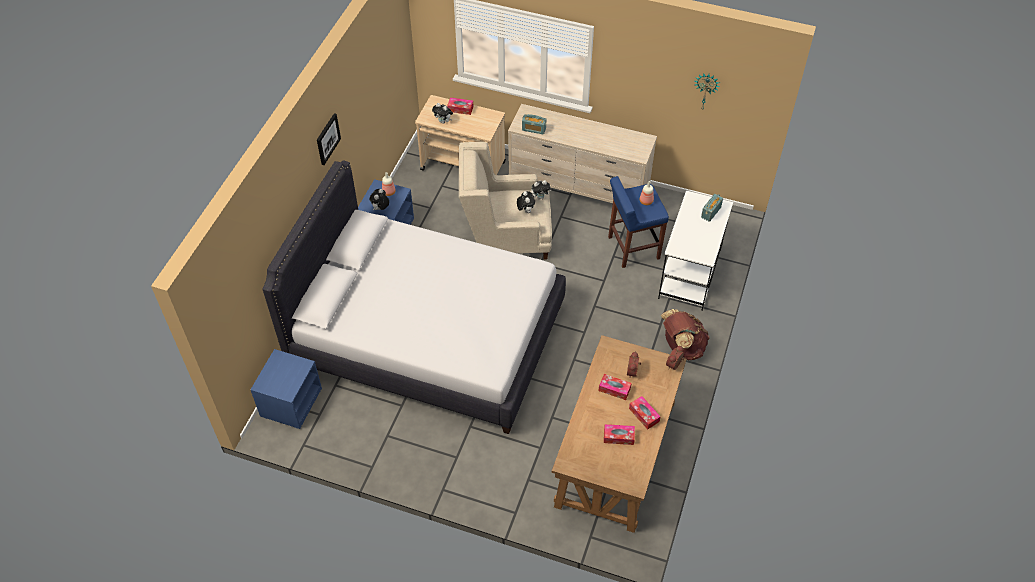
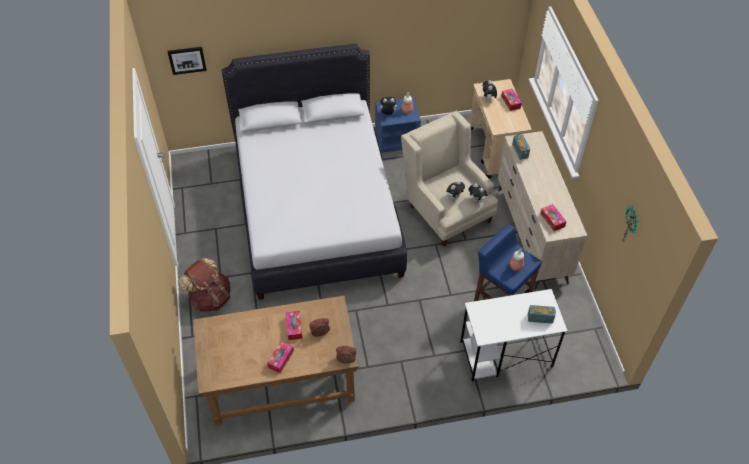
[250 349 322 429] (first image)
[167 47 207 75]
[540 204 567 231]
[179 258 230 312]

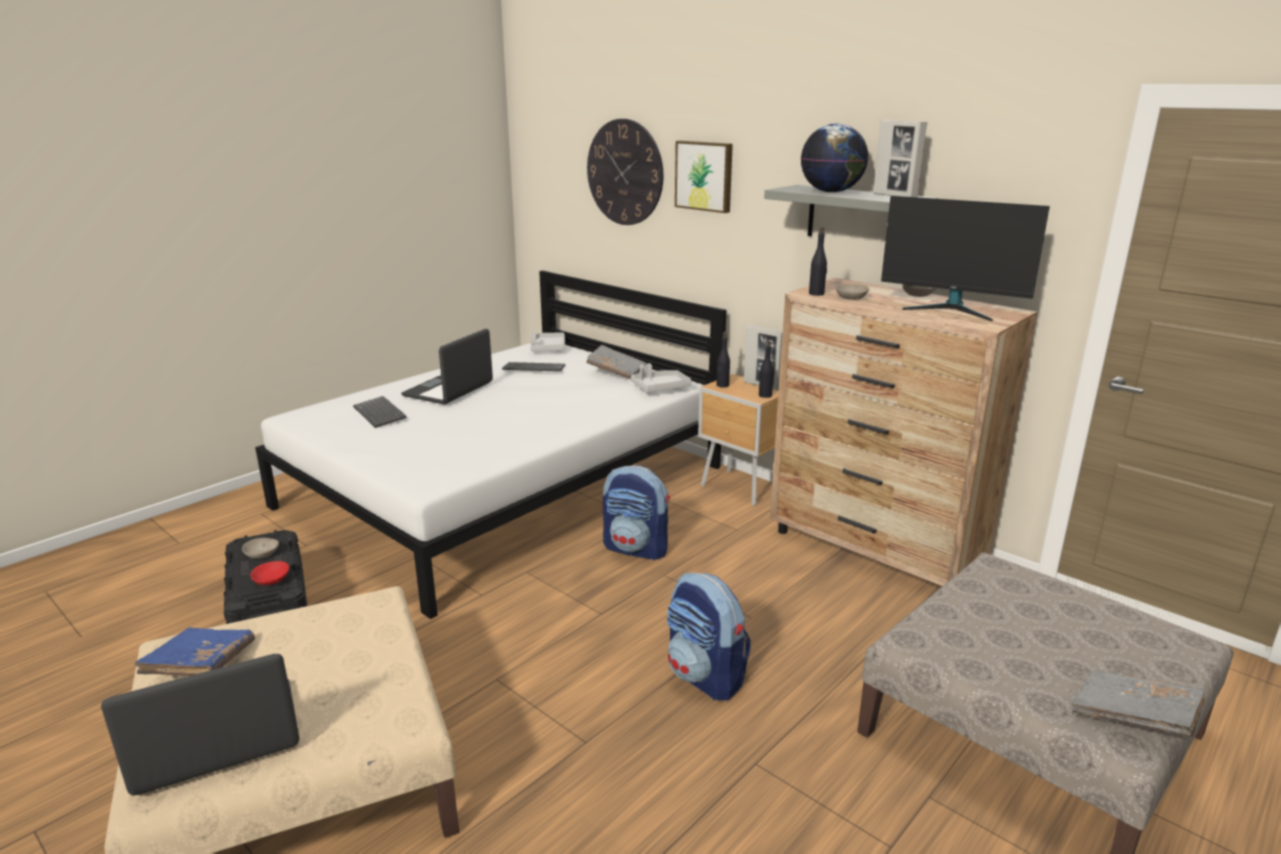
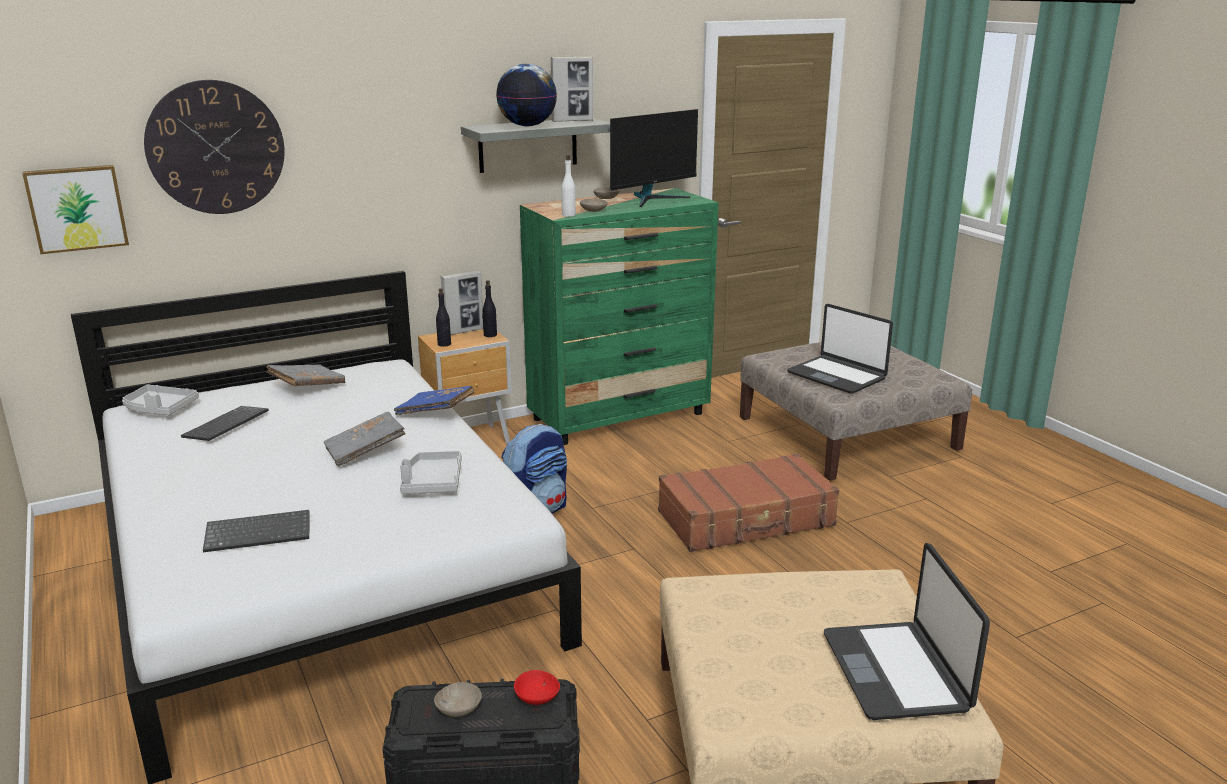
[394 386 475 415]
[787 304 893 394]
[400 451 462 494]
[22 165 129 254]
[324 412 405 467]
[658 453 839 552]
[520 188 719 445]
[562 155 576 217]

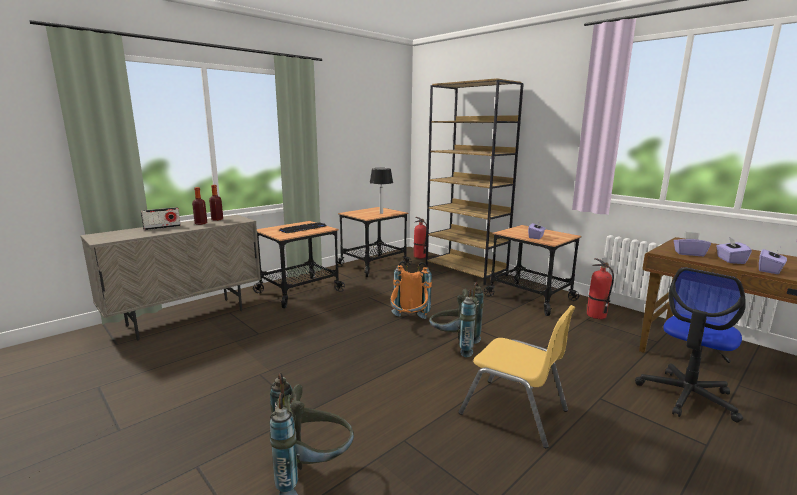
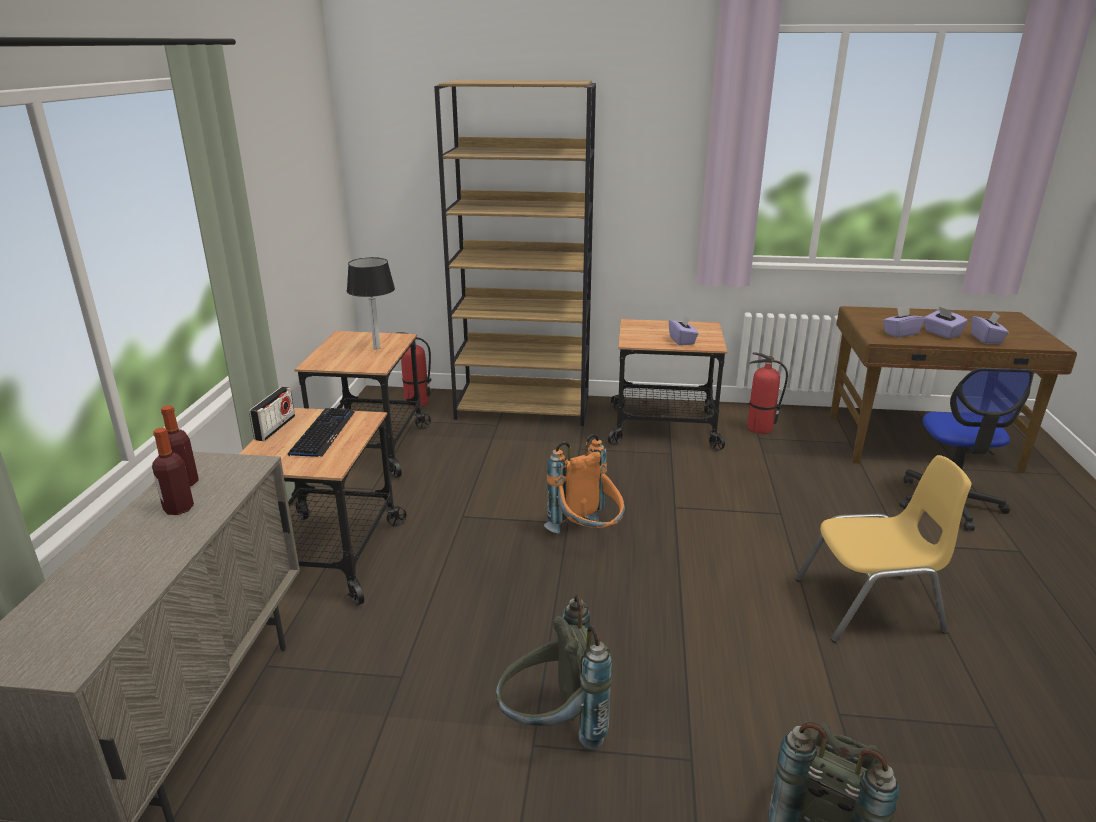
[249 387 295 441]
[496 594 613 749]

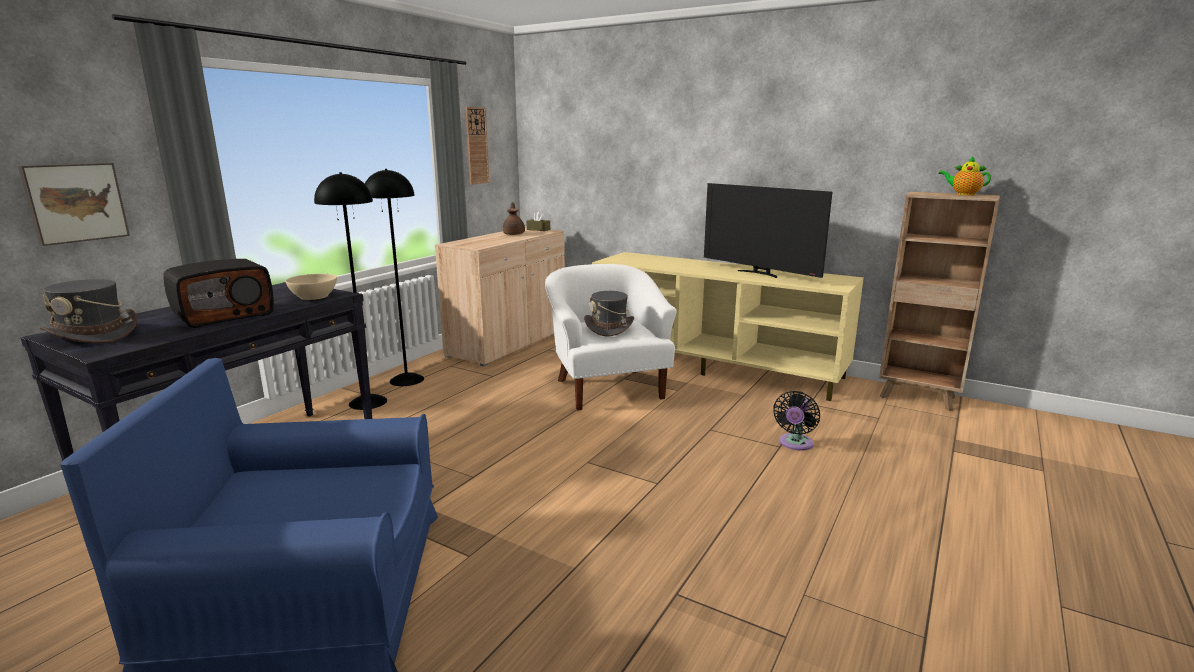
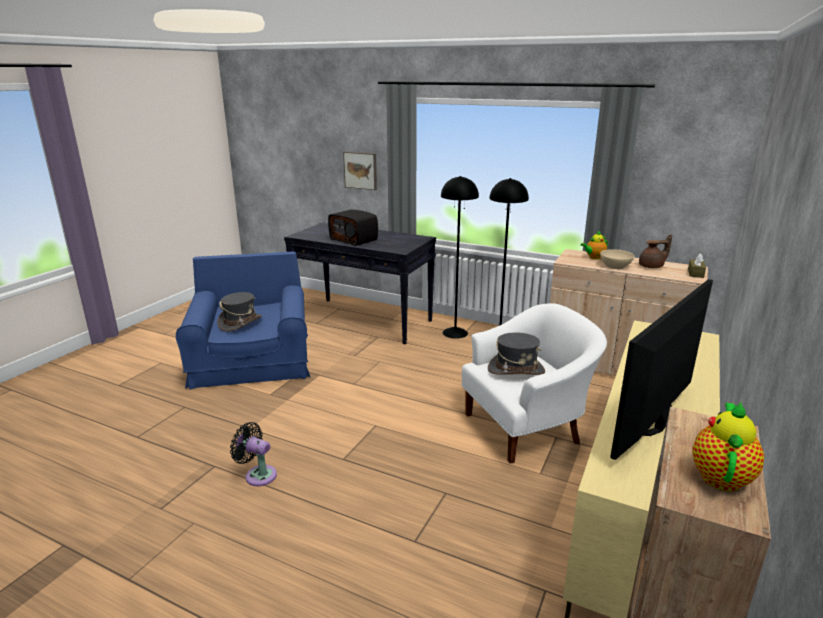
[465 107 489 185] (first image)
[581 230 608 259]
[217 292 262 332]
[600 249 634 269]
[230 422 277 486]

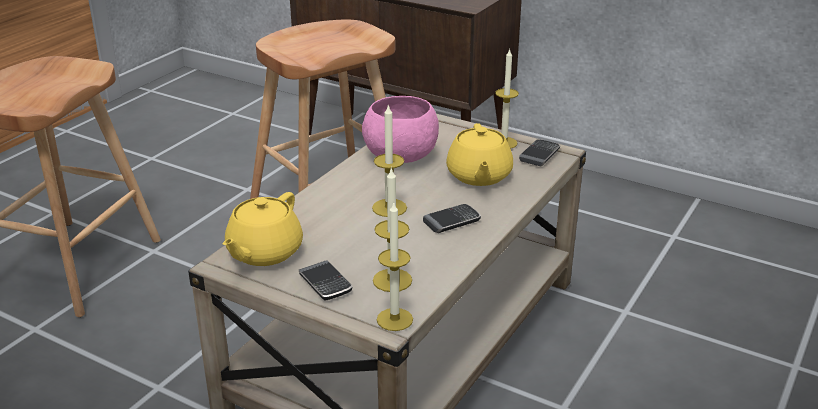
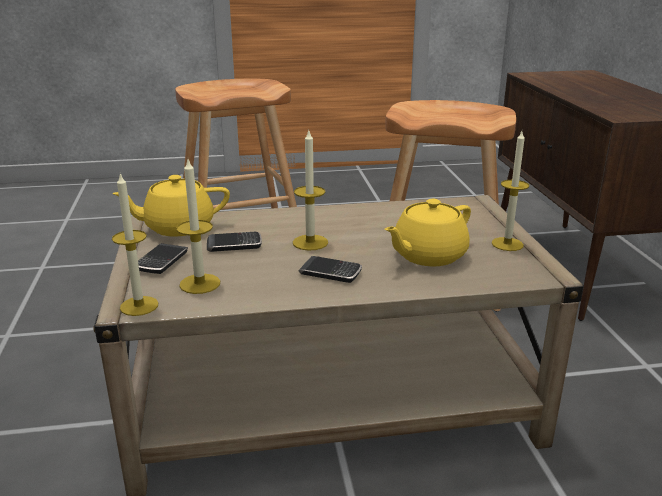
[362 96 439 163] (first image)
[207 232 262 252]

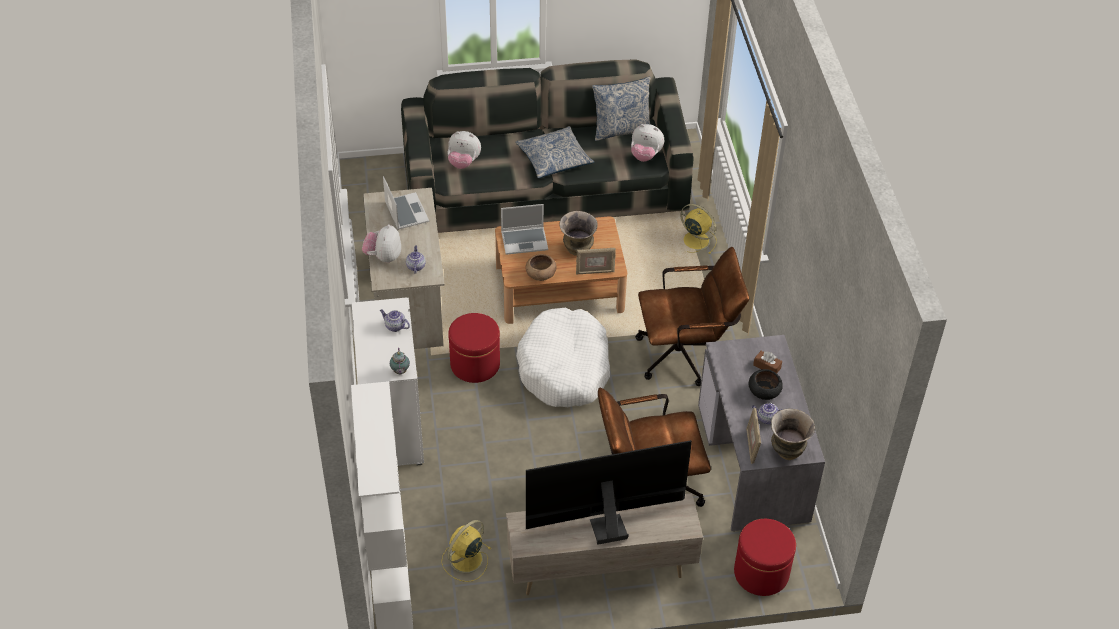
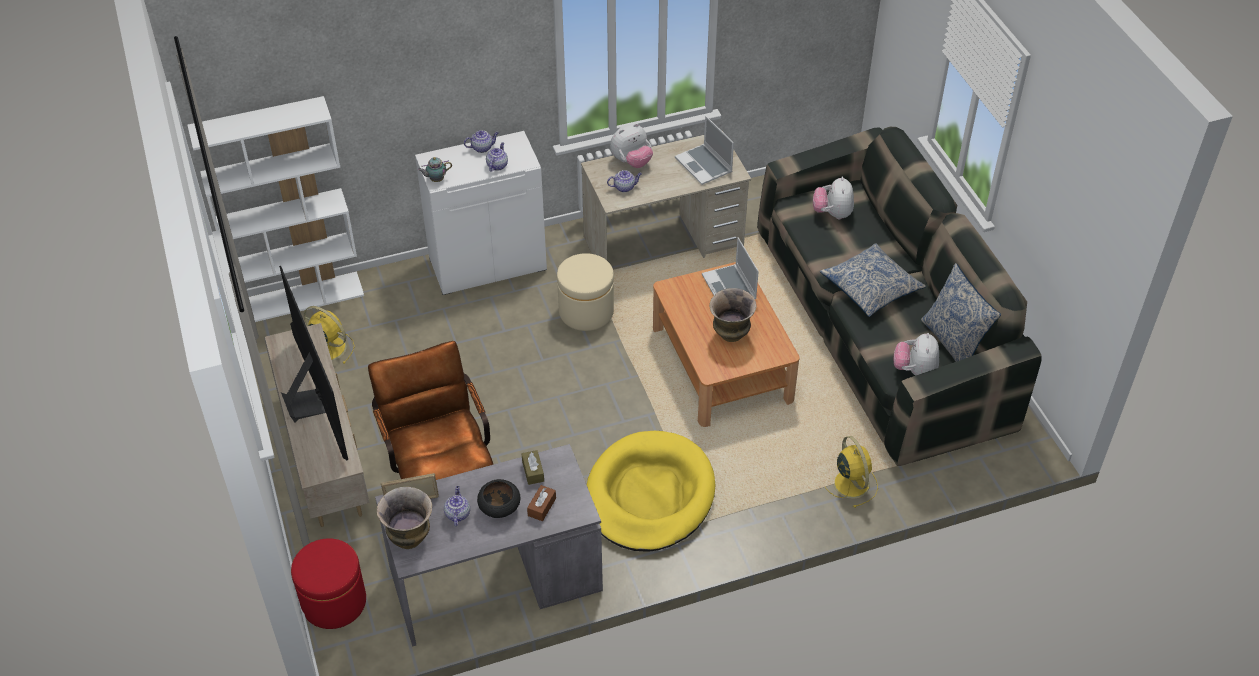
[516 308 610 407] (first image)
[526 254 557 281] (first image)
[576 248 616 275] (first image)
[464 130 499 153]
[522 450 544 485]
[587 431 715 552]
[557 253 614 331]
[610 123 653 168]
[675 116 734 185]
[825 436 878 508]

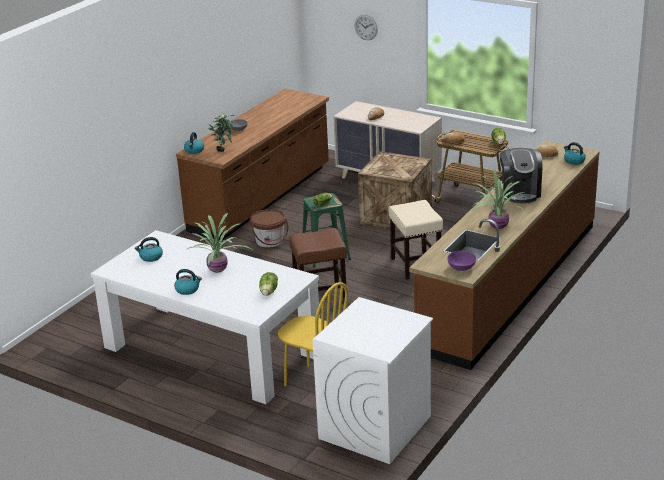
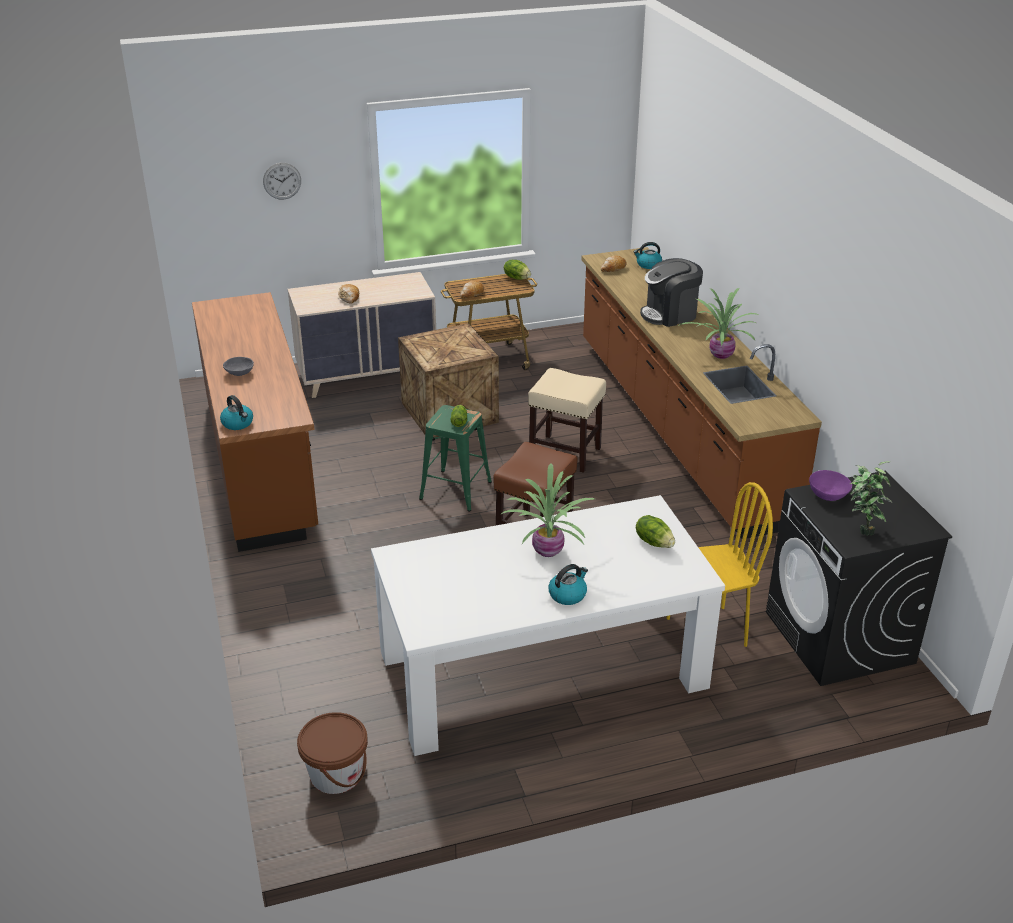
[135 237 163 262] (first image)
[850 461 892 535]
[297 712 368 794]
[809 470 852 501]
[766 471 952 686]
[640 258 703 327]

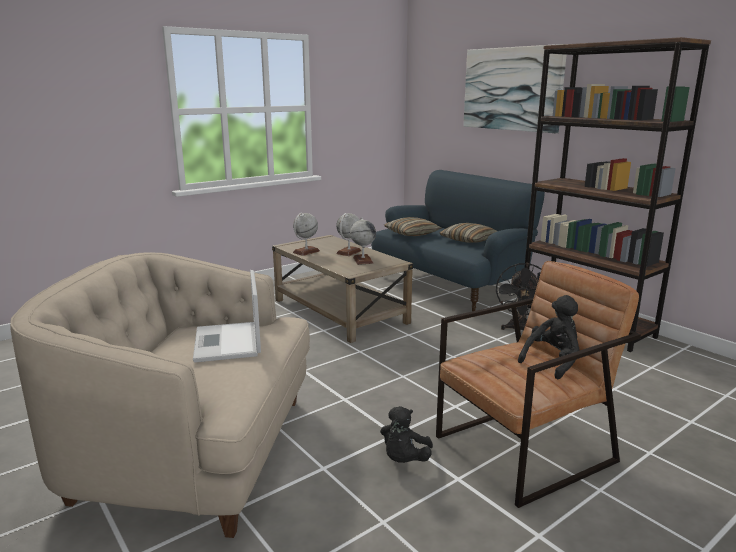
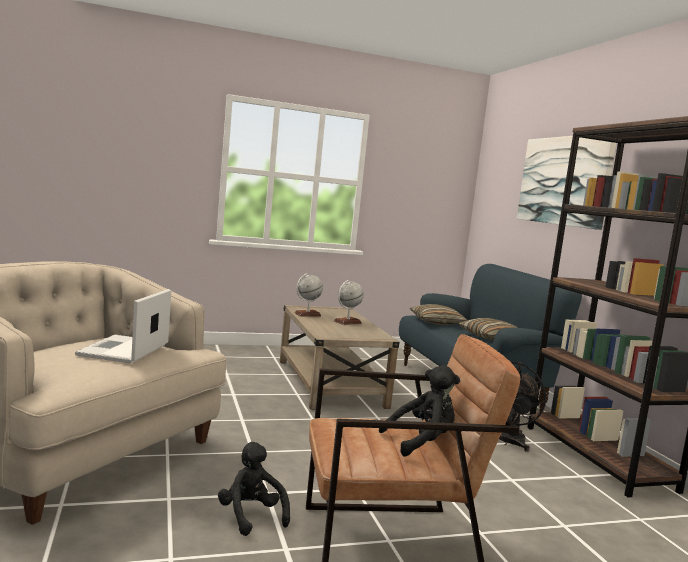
[350 217 376 265] (first image)
[218 442 290 536]

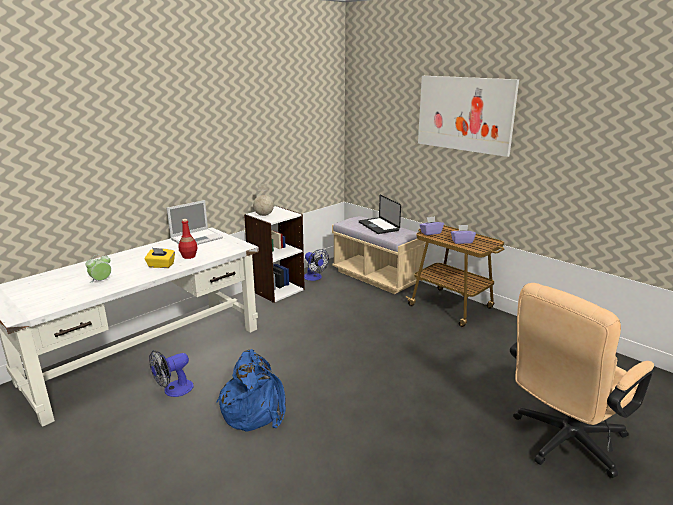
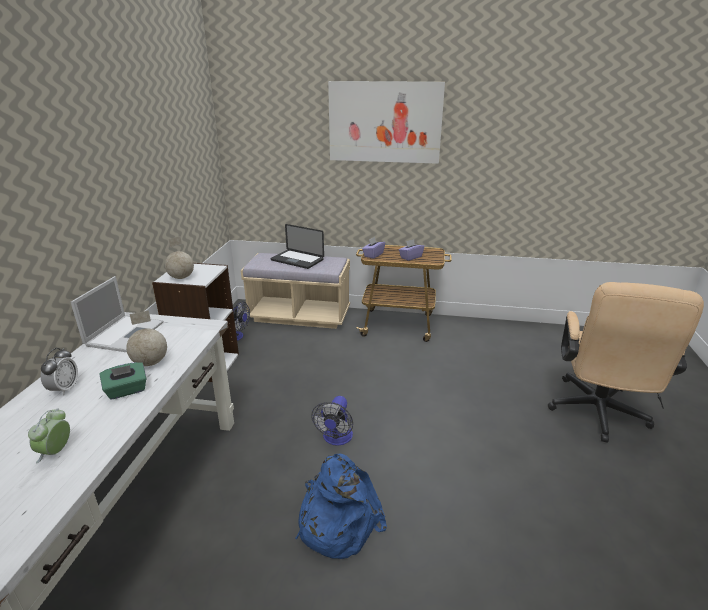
[40 348 78 395]
[311 396 353 446]
[126 311 167 366]
[99 362 147 400]

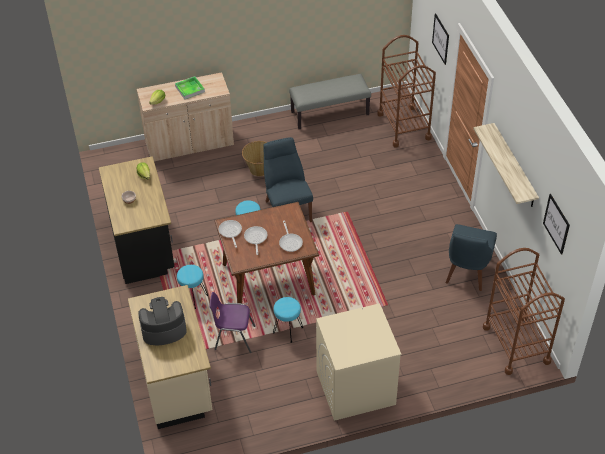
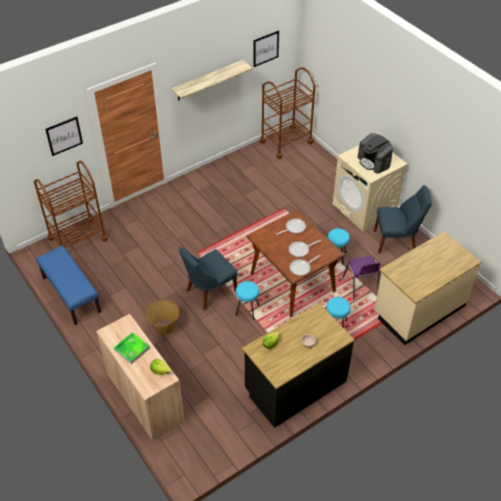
[358 133 393 174]
[374 185 432 254]
[36 246 101 325]

